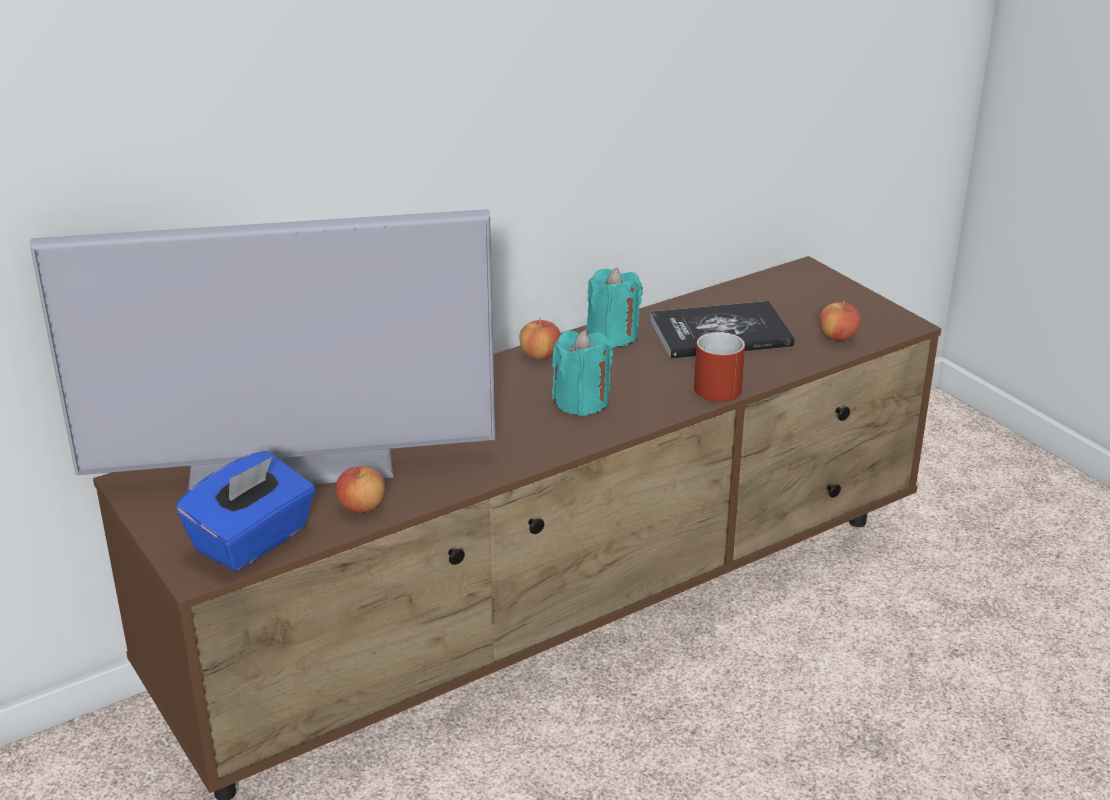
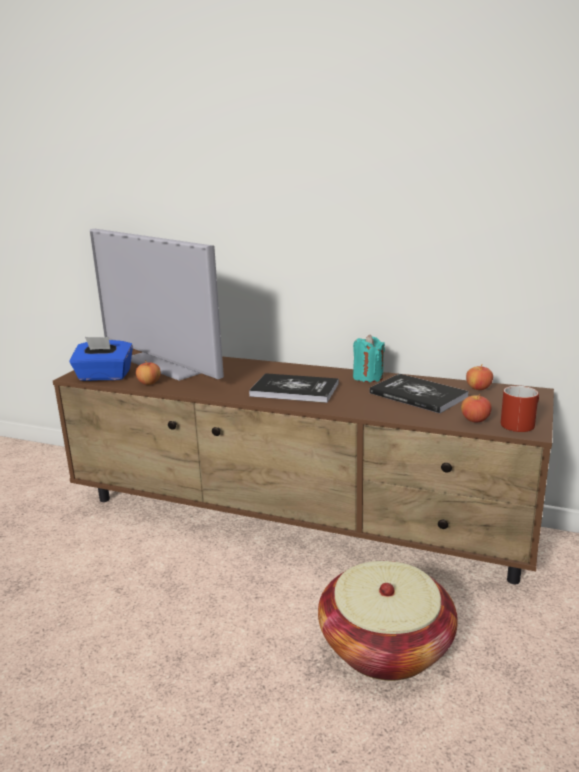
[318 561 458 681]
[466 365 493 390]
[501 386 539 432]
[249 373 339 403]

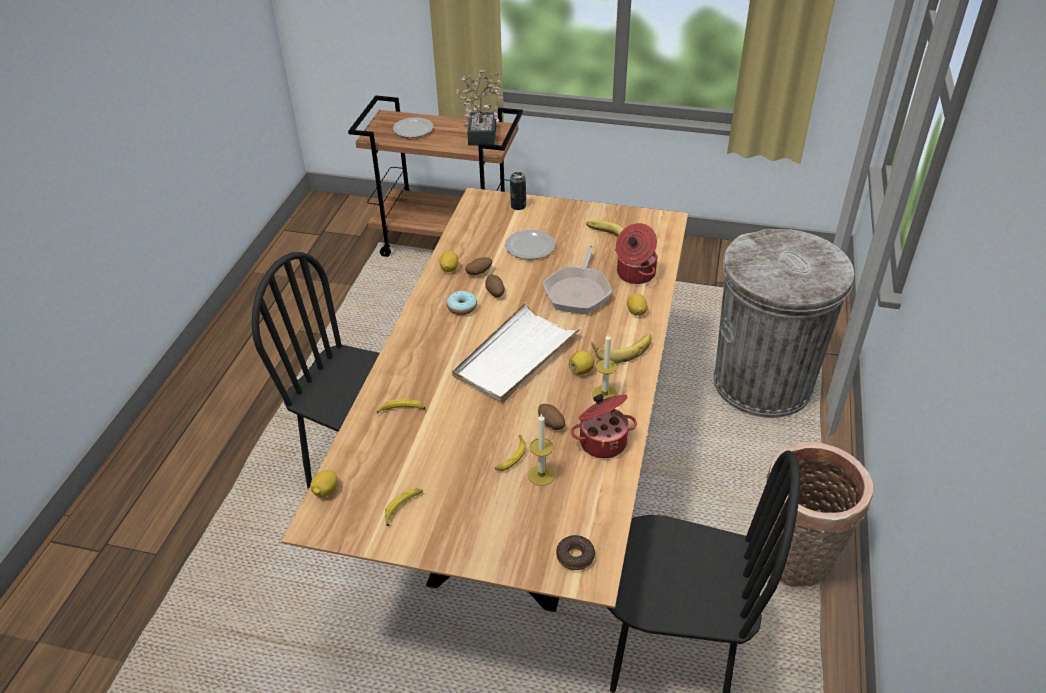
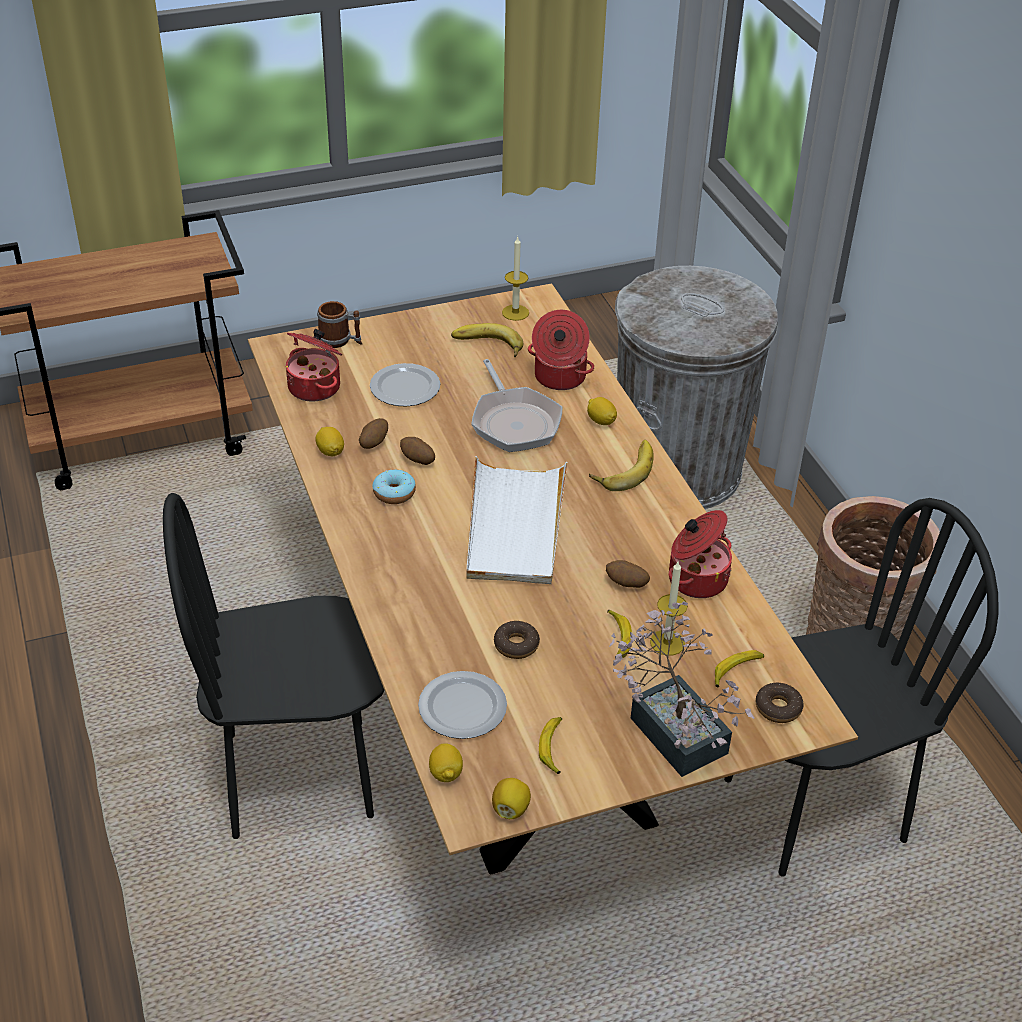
[286 329 342 402]
[494 621 540 659]
[715 650 764 687]
[418 671 507 739]
[609 602 754 777]
[492 778 531 819]
[502 237 529 321]
[317 301 362 348]

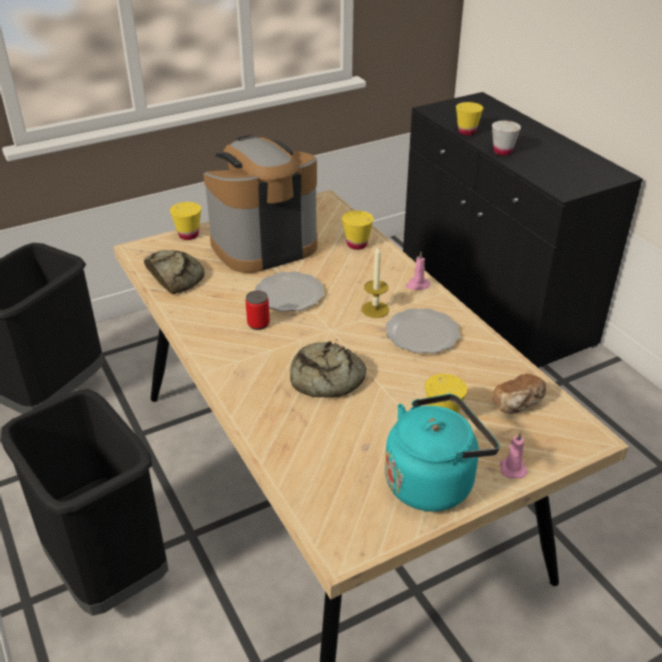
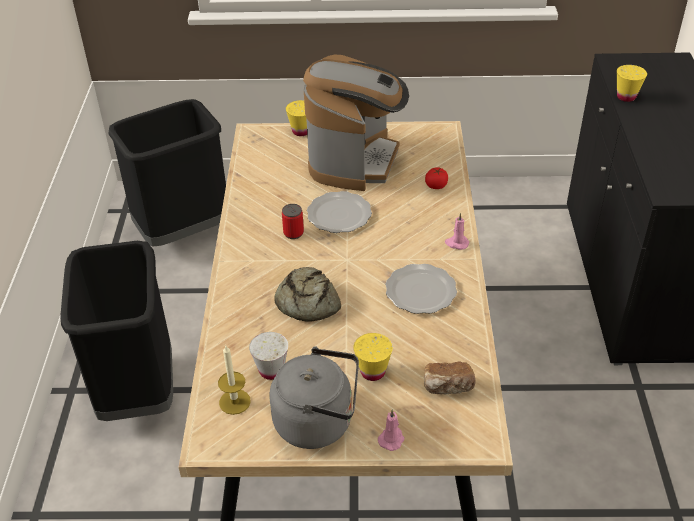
[144 250 205 294] (first image)
[218 346 251 415]
[249 332 288 380]
[425 167 448 189]
[270 346 359 449]
[303 54 409 191]

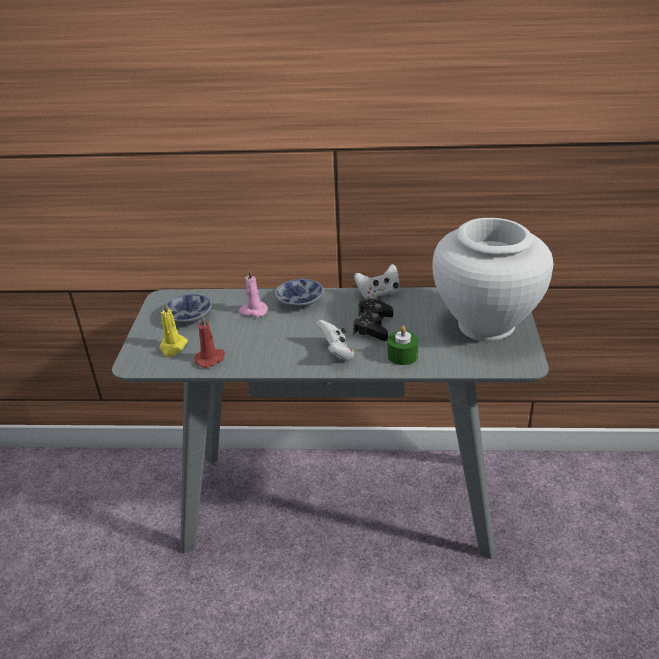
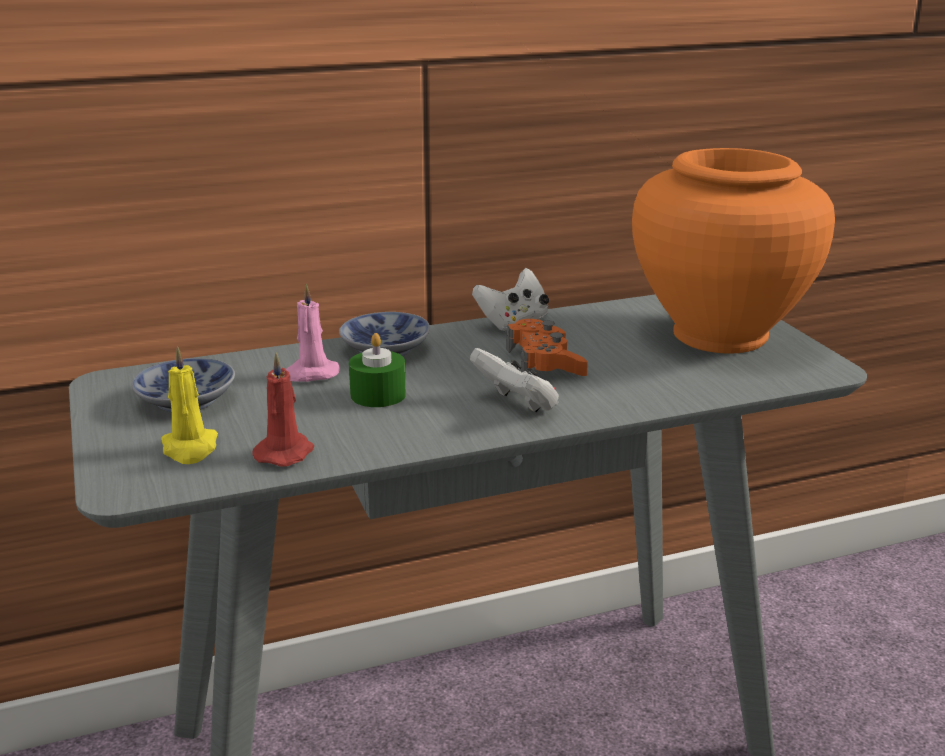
[349 333 406 407]
[506 319 588 376]
[632 148 835 354]

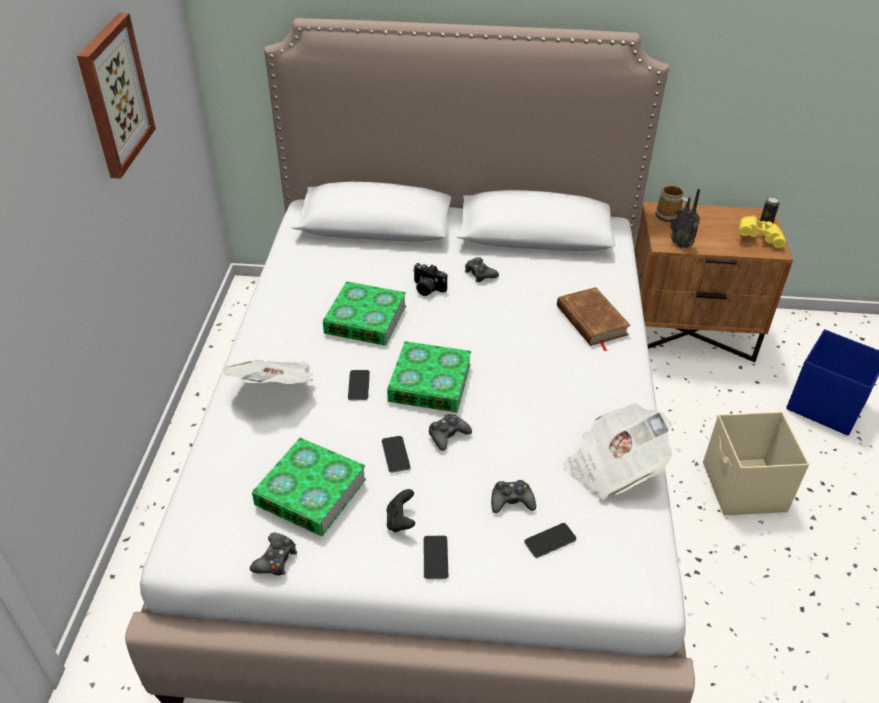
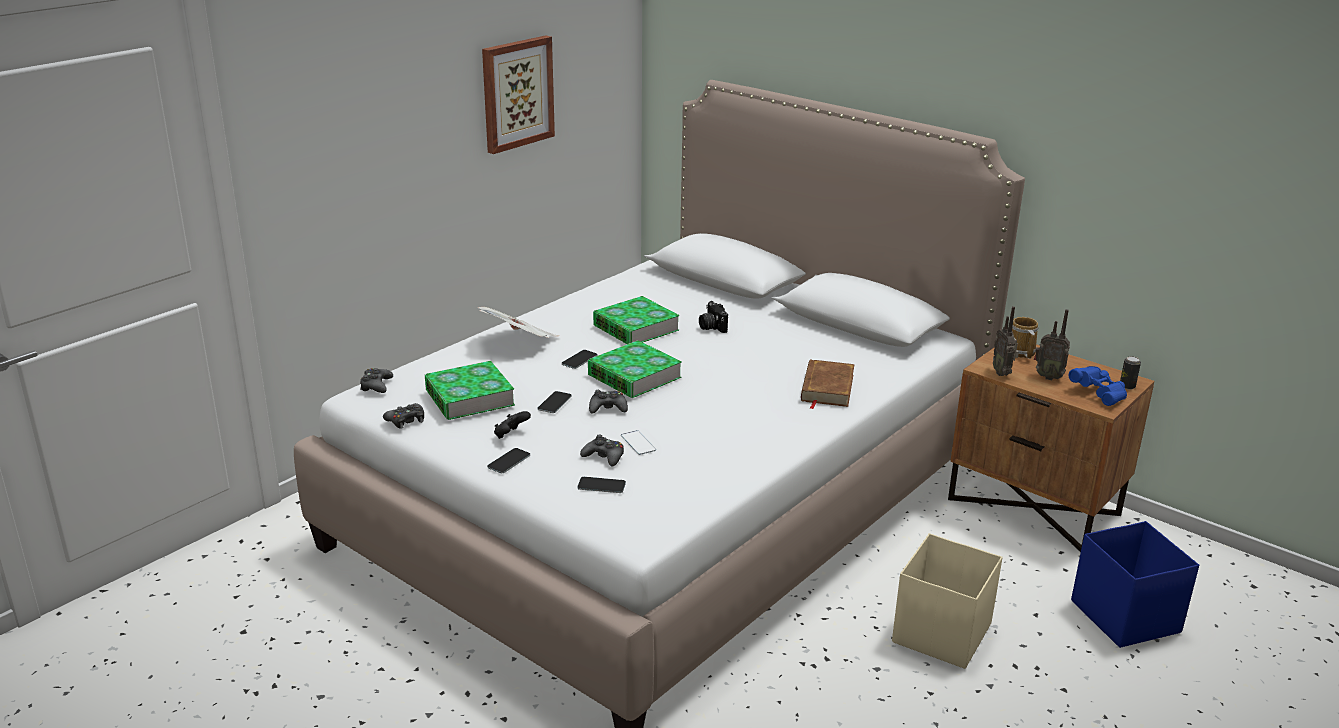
[563 404 672 499] (first image)
[621 430 656 455]
[1034 309 1070 380]
[360 368 393 393]
[1069 366 1127 406]

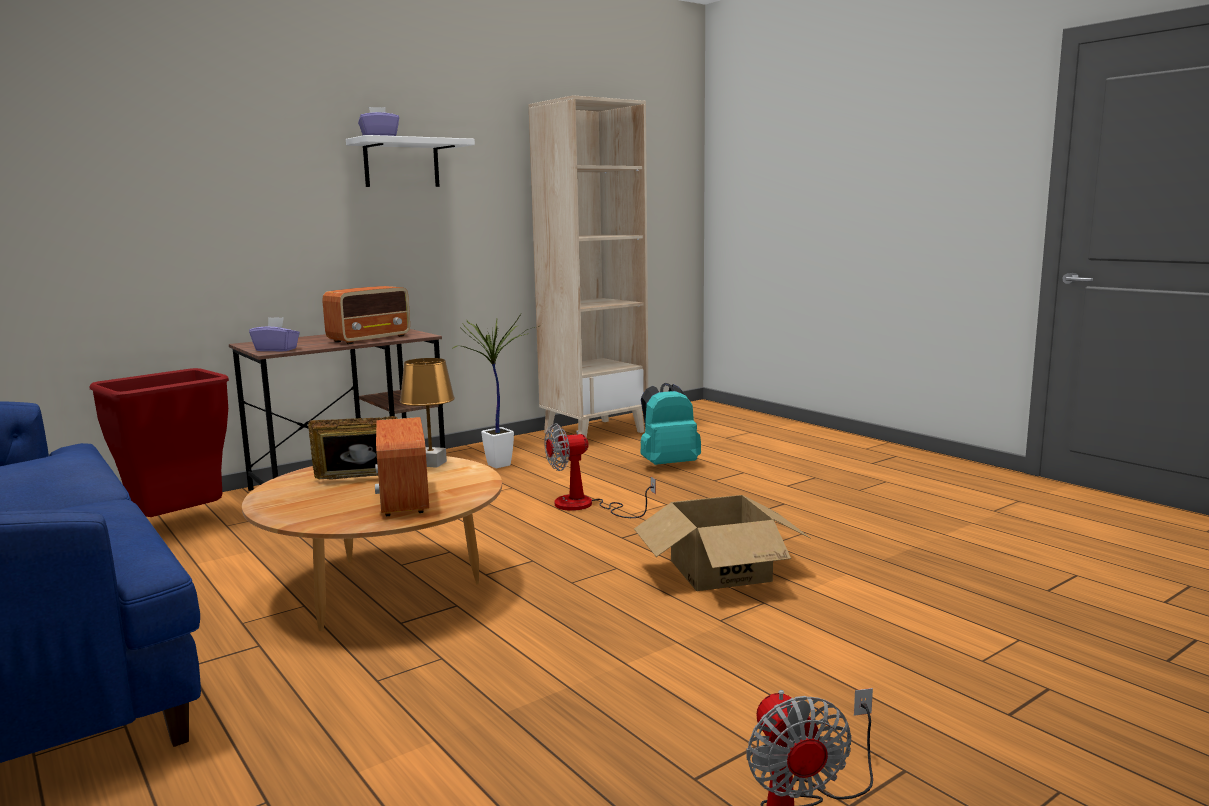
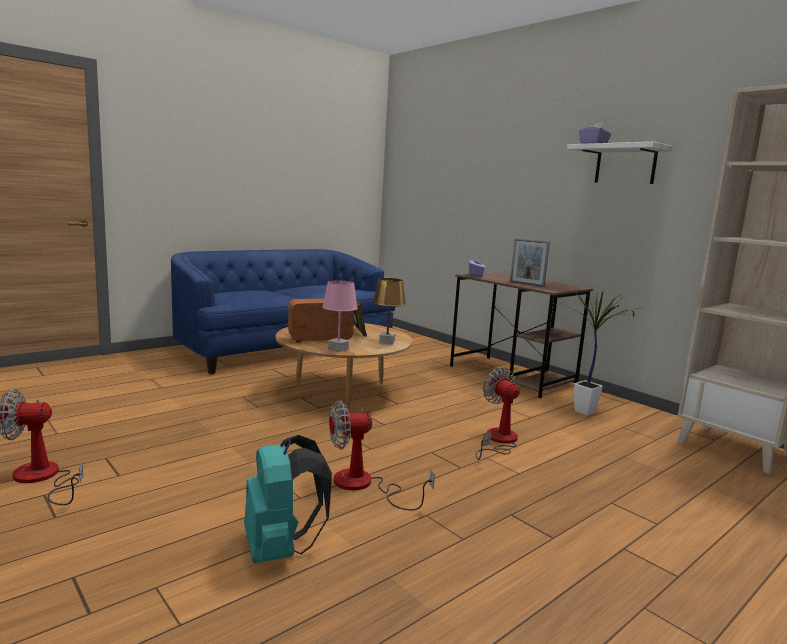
[90 368 229 517] (first image)
[322 281 358 352]
[244 435 332 563]
[510 238 550 287]
[329 400 435 511]

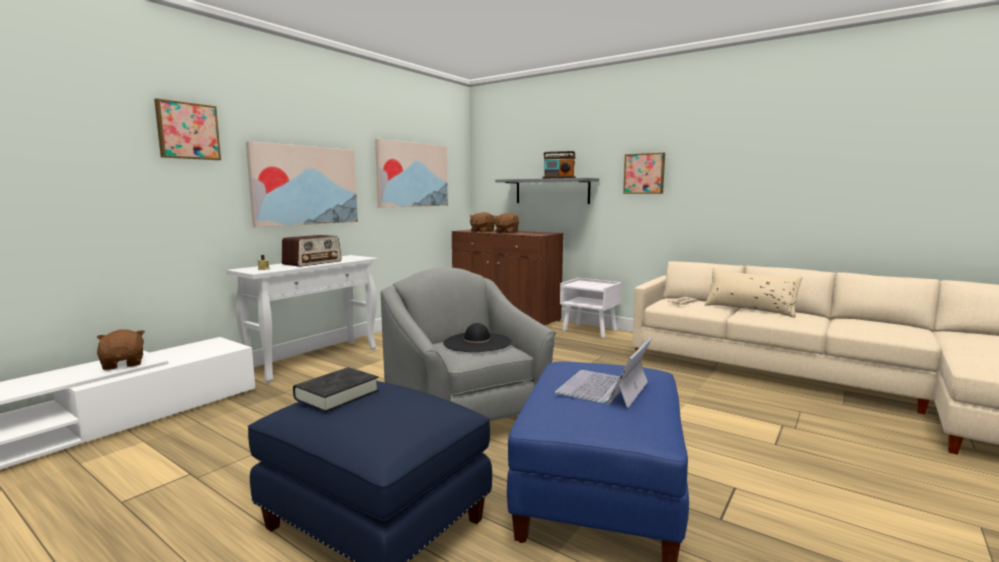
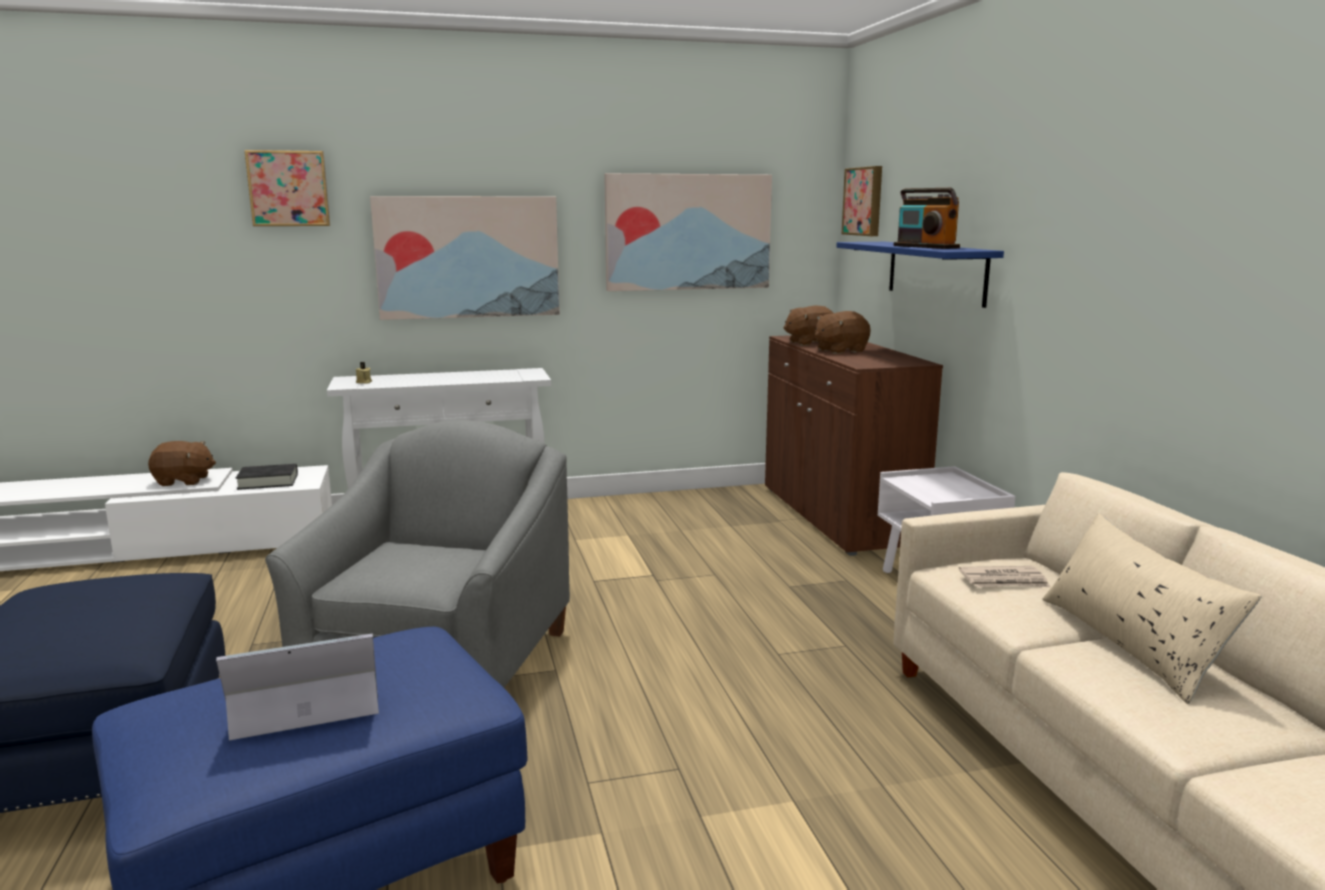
[282 235 342 267] (first image)
[443 323 512 352] (first image)
[236 464 298 490]
[842 166 882 236]
[836 242 1004 308]
[148 441 216 486]

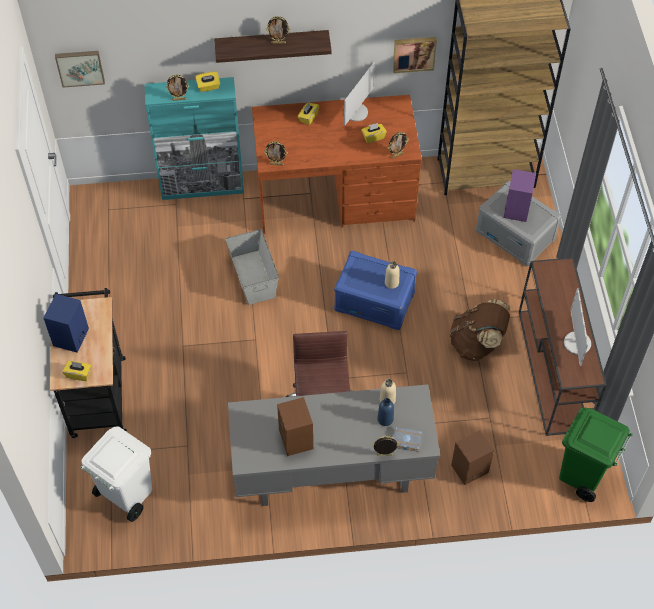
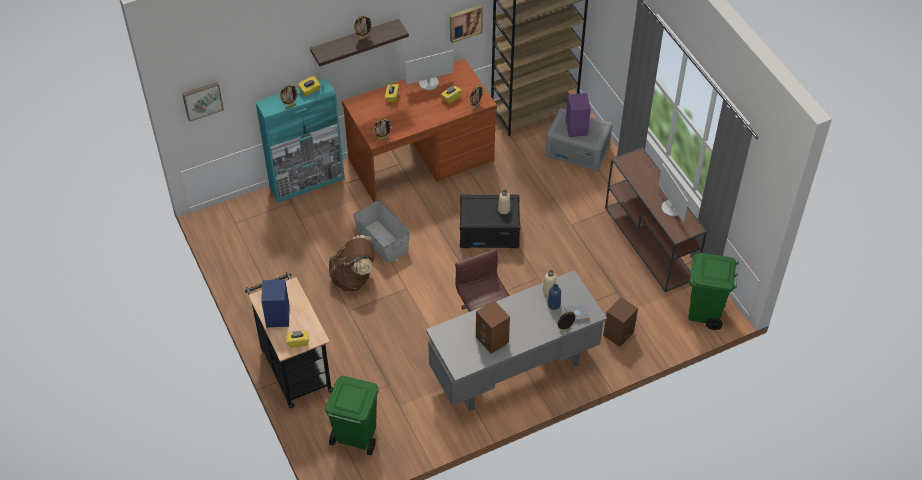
[329 235 374 291]
[325 376 379 455]
[460 194 520 248]
[405 50 453 90]

